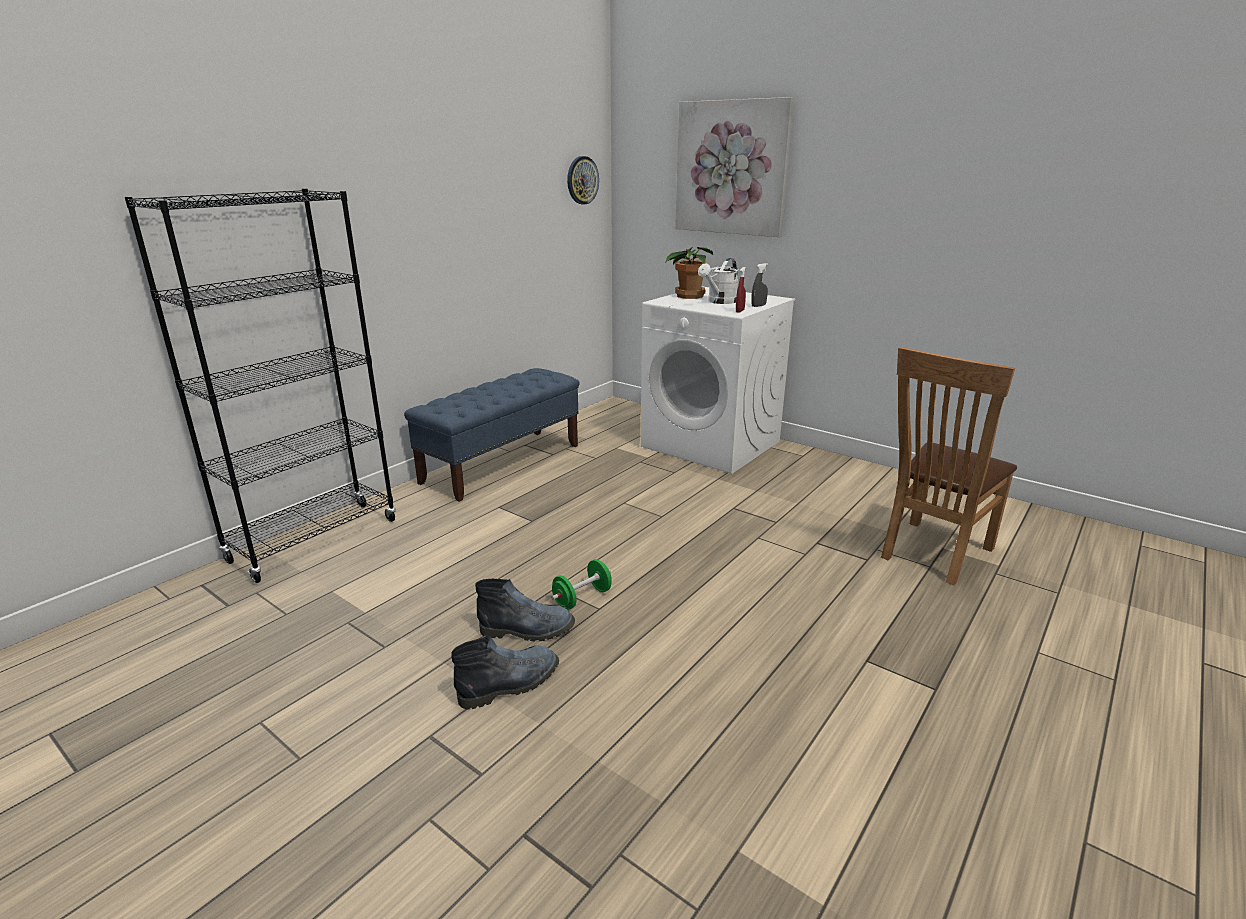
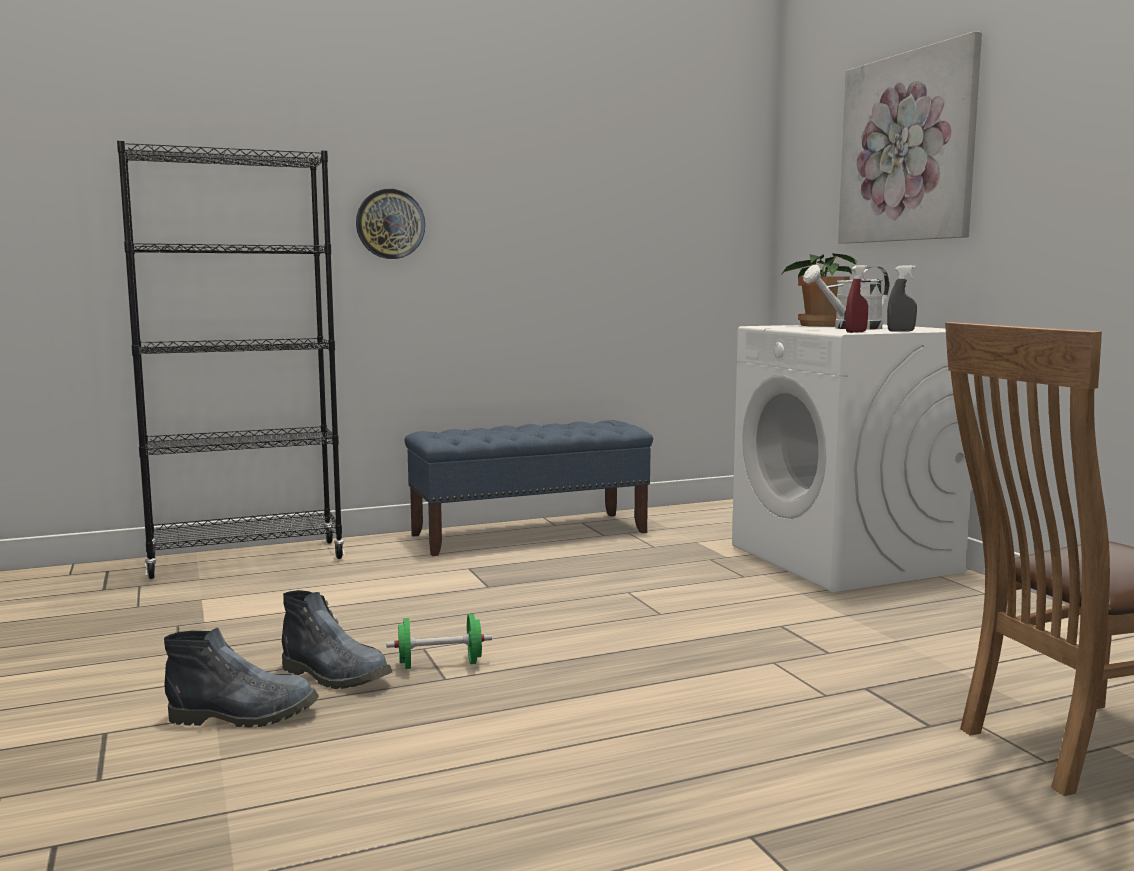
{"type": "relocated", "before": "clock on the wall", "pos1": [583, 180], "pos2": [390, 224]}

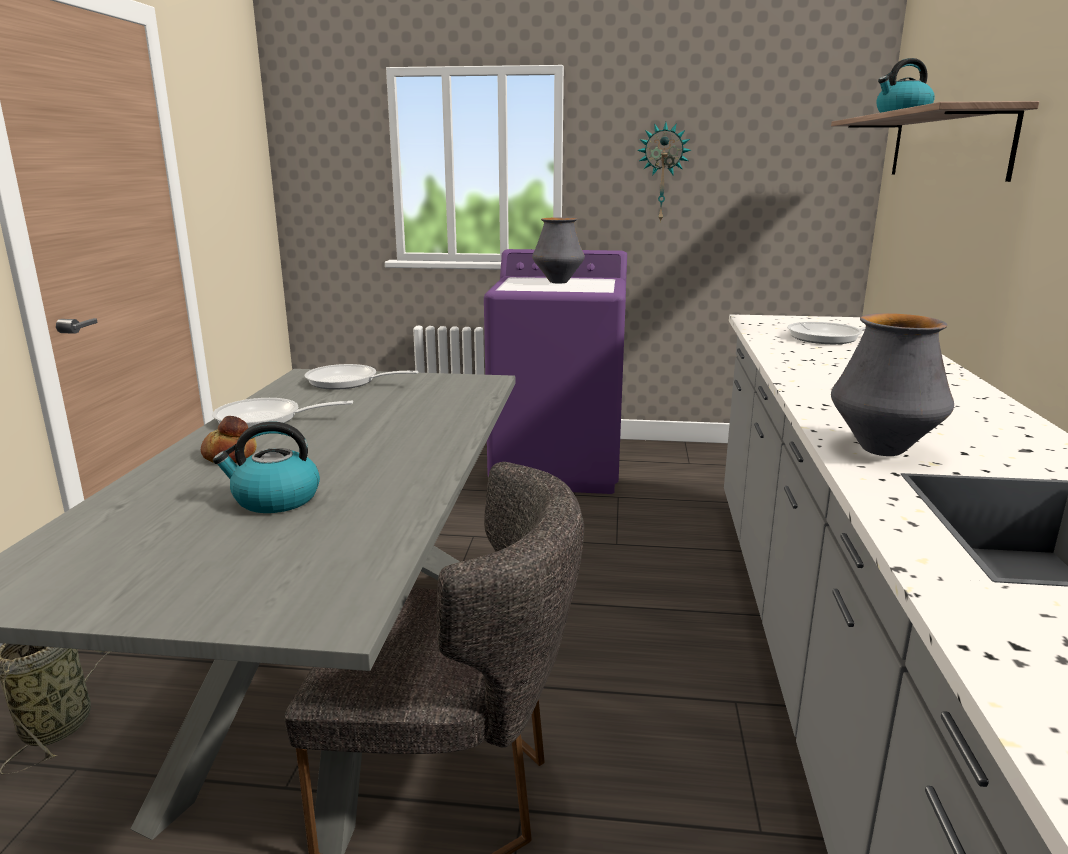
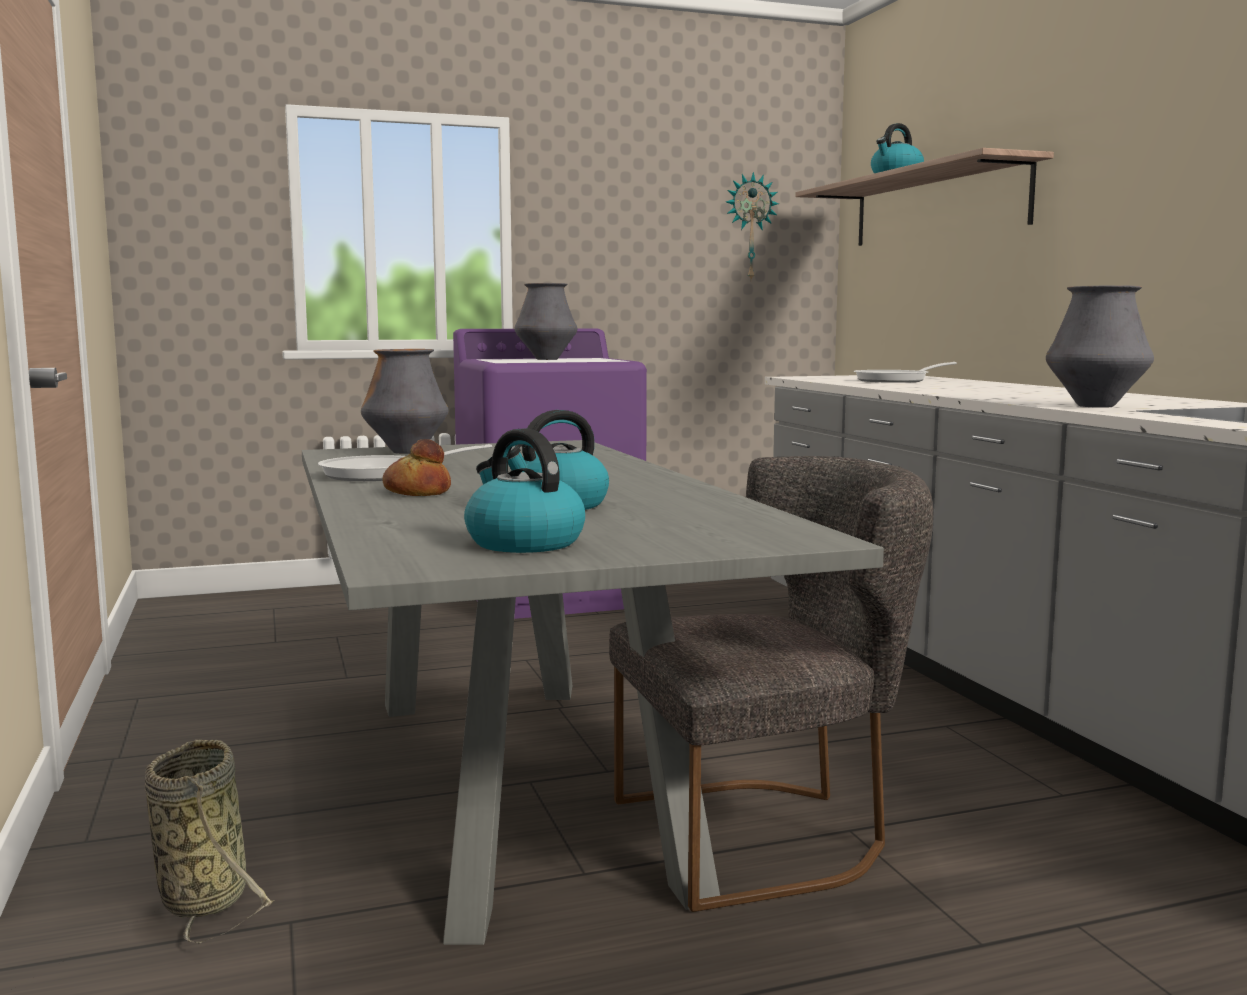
{"type": "exchanged", "before": "pan", "after": "vase", "pos1": [362, 377], "pos2": [405, 401]}
{"type": "appeared", "after": "kettle", "pos2": [524, 491]}
{"type": "relocated", "before": "clock on the wall", "pos1": [664, 172], "pos2": [752, 225]}

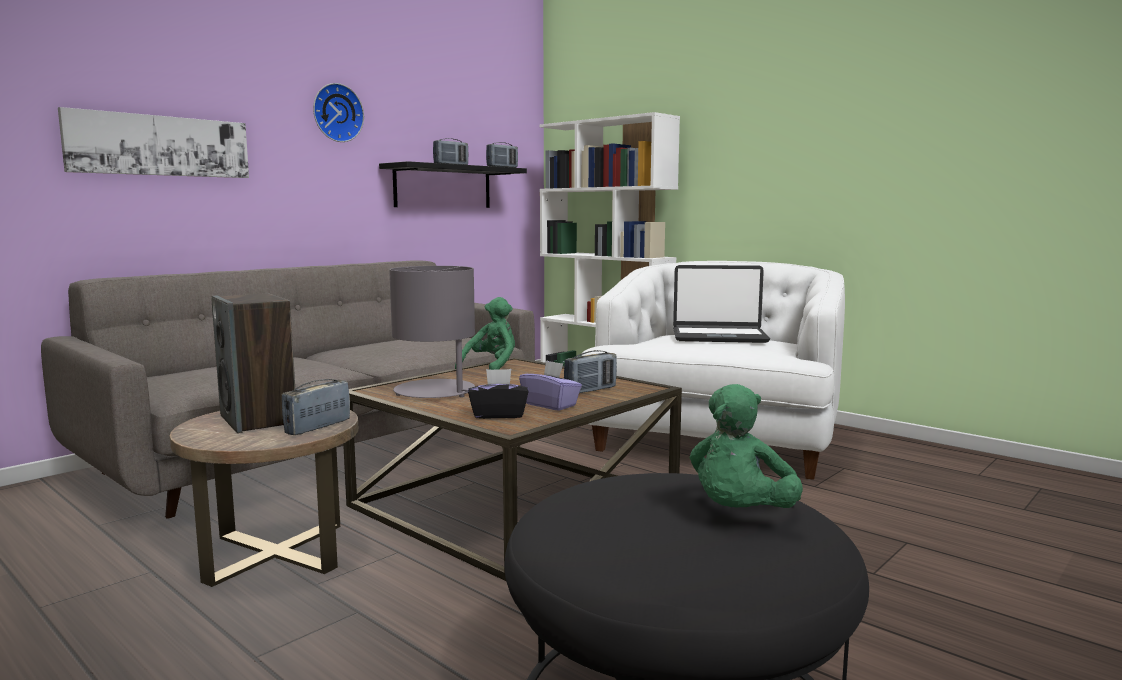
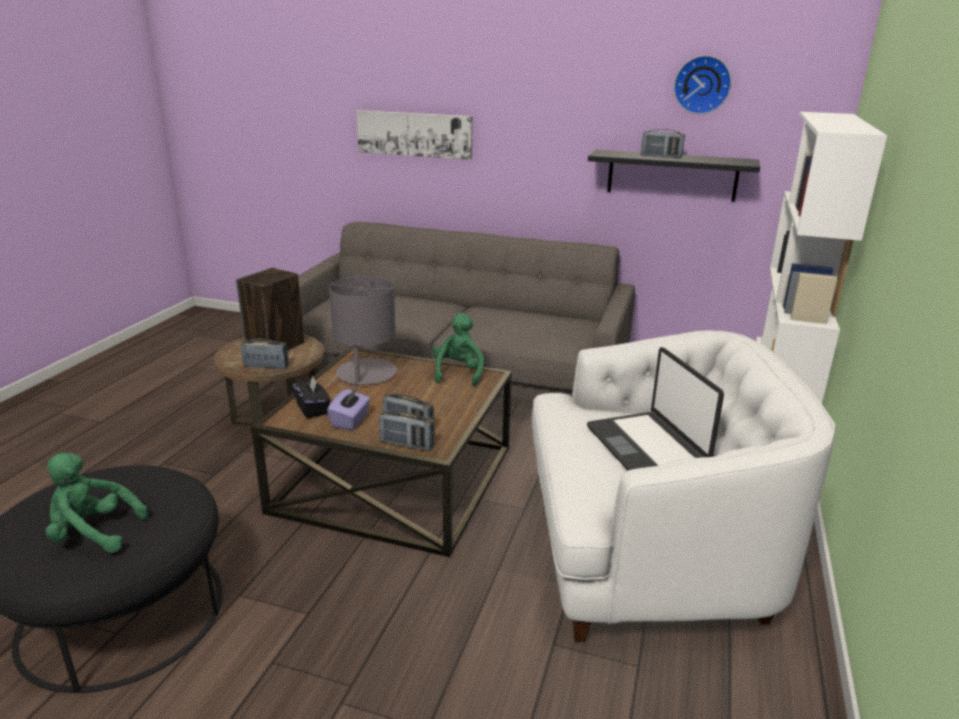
{"type": "relocated", "before": "radio receiver", "pos1": [502, 155], "pos2": [407, 430]}
{"type": "spun", "before": "soft toy in green-coloured", "pos1": [485, 333], "pos2": [458, 349], "turn": -90}
{"type": "relocated", "before": "clock on the wall", "pos1": [338, 112], "pos2": [703, 84]}

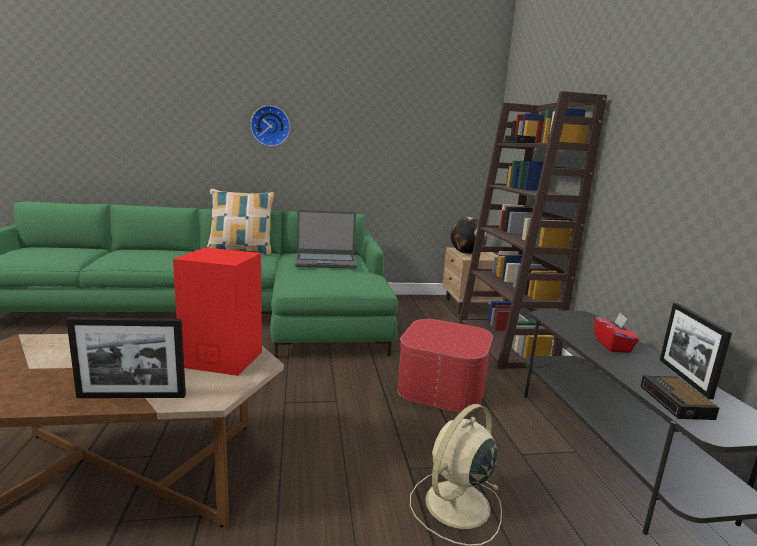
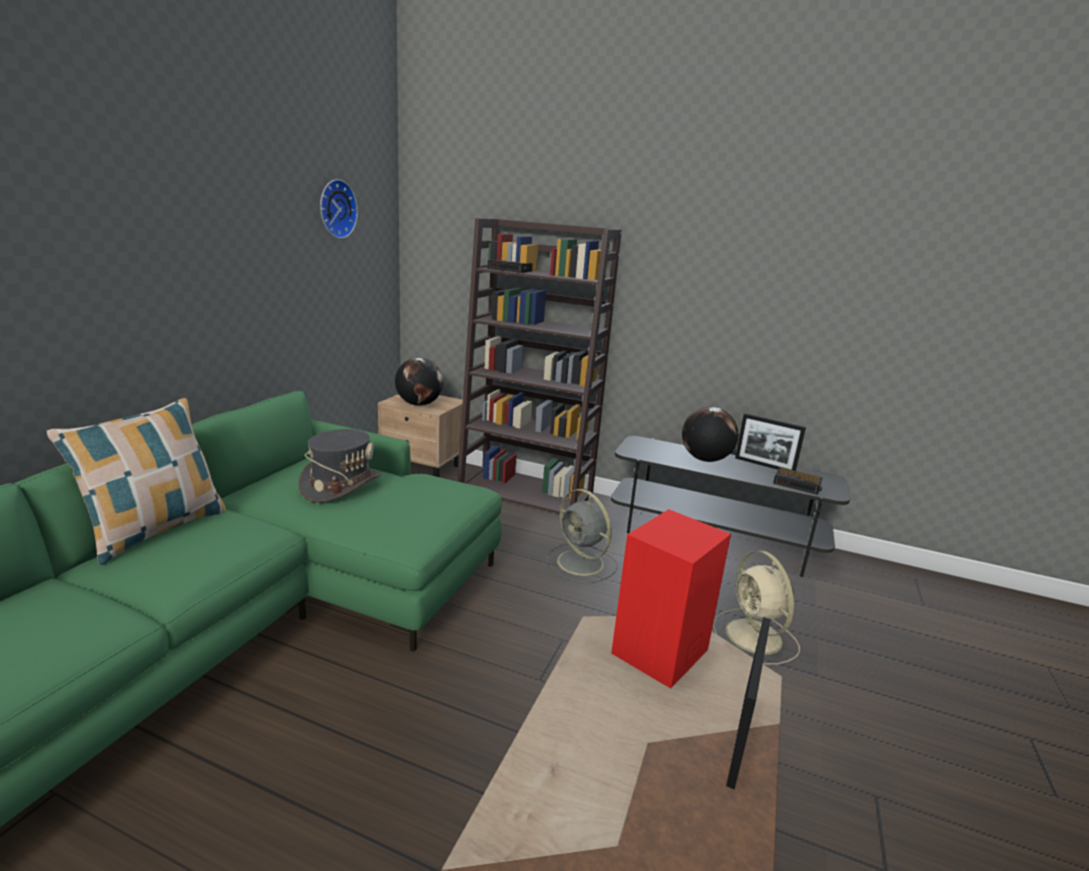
{"type": "exchanged", "before": "portable computer", "after": "clothing hat in gray", "pos1": [326, 239], "pos2": [340, 466]}
{"type": "relocated", "before": "clock on the wall", "pos1": [270, 126], "pos2": [339, 209]}
{"type": "exchanged", "before": "footrest", "after": "fan in gray", "pos1": [445, 366], "pos2": [582, 536]}
{"type": "exchanged", "before": "tissue holder in red-coloured", "after": "desk globe", "pos1": [617, 333], "pos2": [710, 434]}

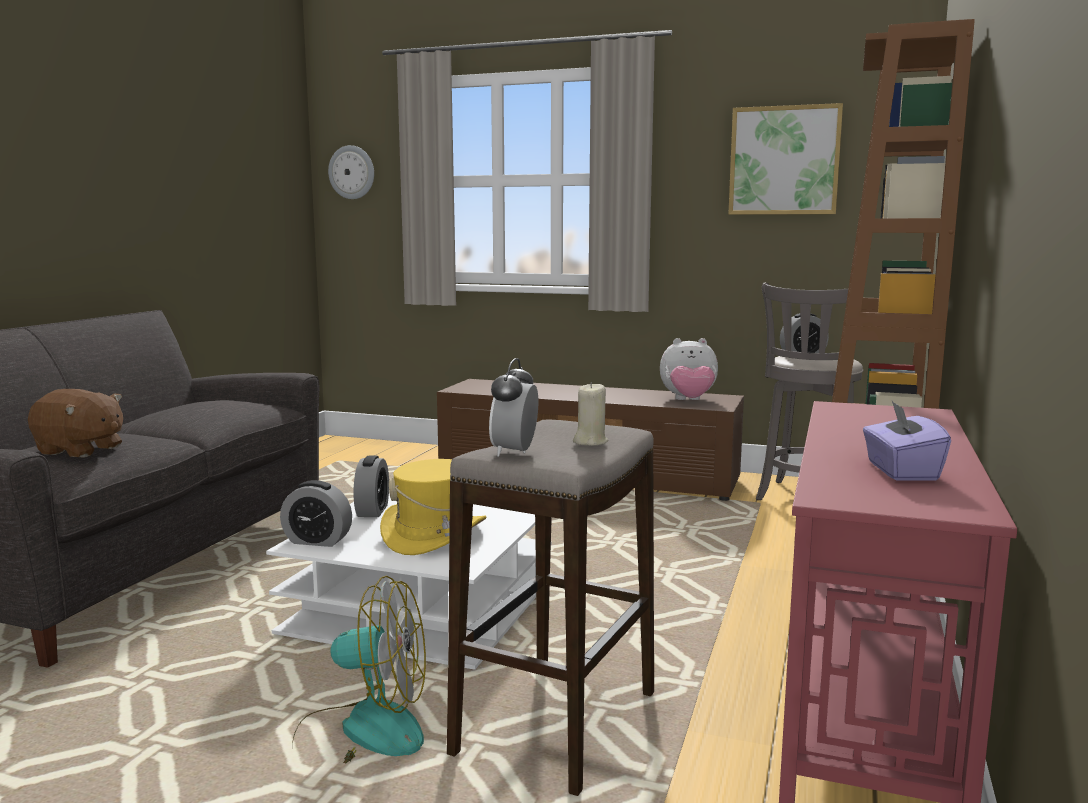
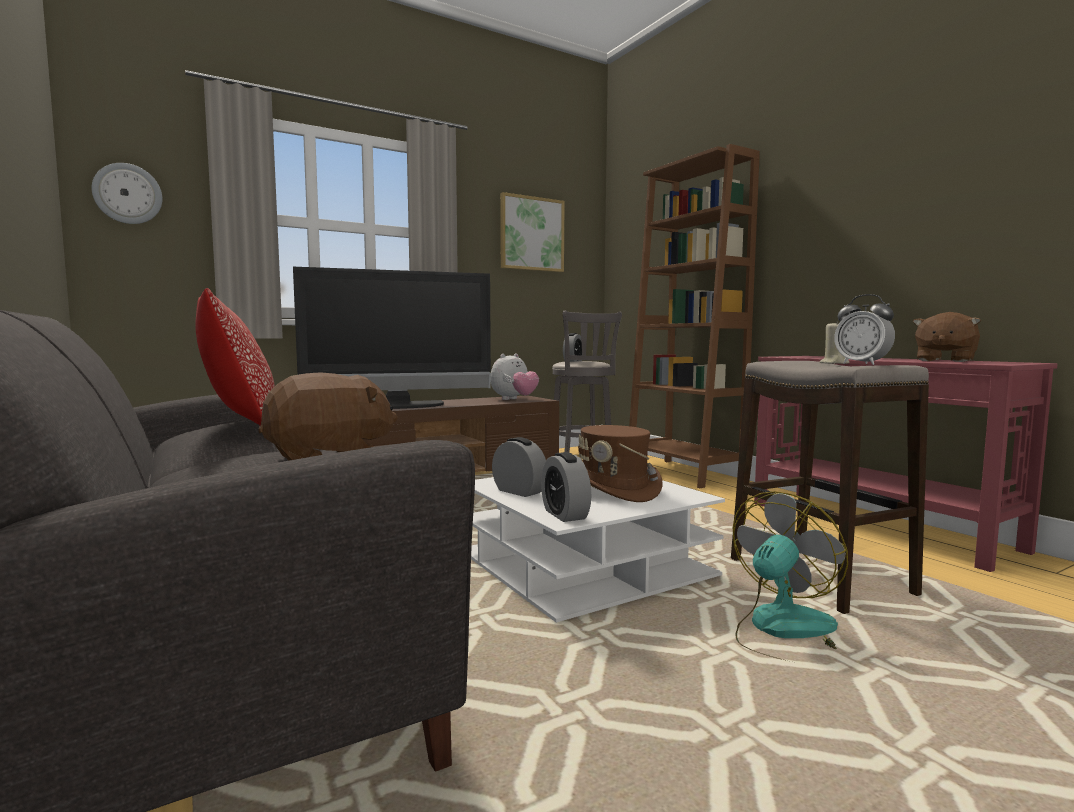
{"type": "appeared", "after": "throw pillow", "pos2": [235, 356]}
{"type": "appeared", "after": "television", "pos2": [392, 338]}
{"type": "spun", "before": "bedside clock", "pos1": [316, 513], "pos2": [566, 487], "turn": 105}
{"type": "colour", "before": "clothing hat in yellow", "after": "clothing hat in brown-coloured", "pos1": [433, 507], "pos2": [620, 463]}
{"type": "exchanged", "before": "tissue holder in purple", "after": "soft toy in brown-coloured", "pos1": [907, 441], "pos2": [946, 337]}

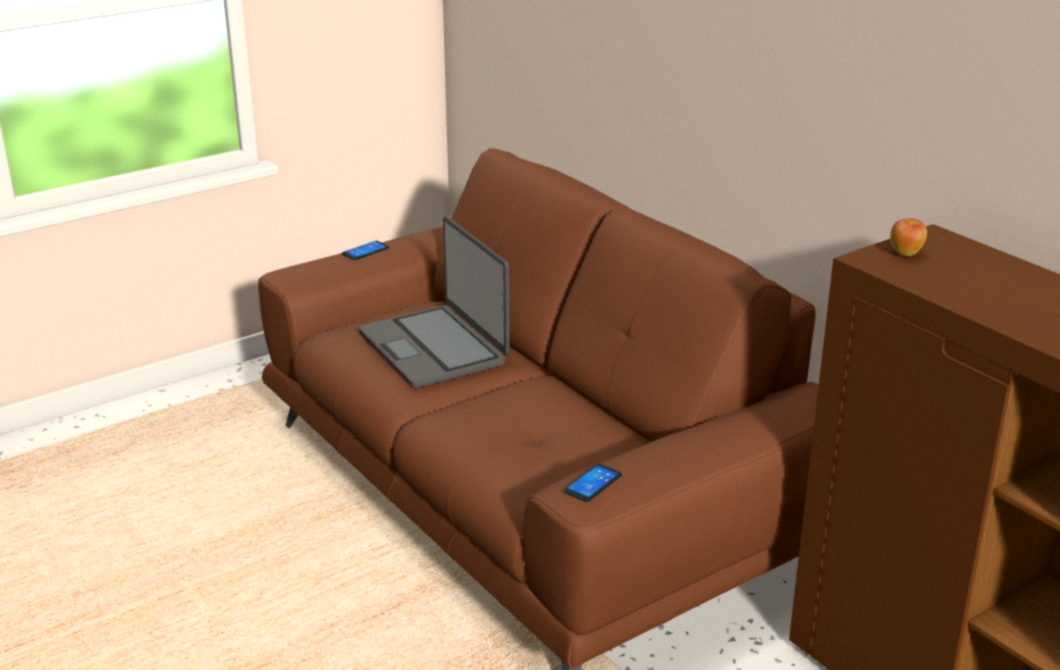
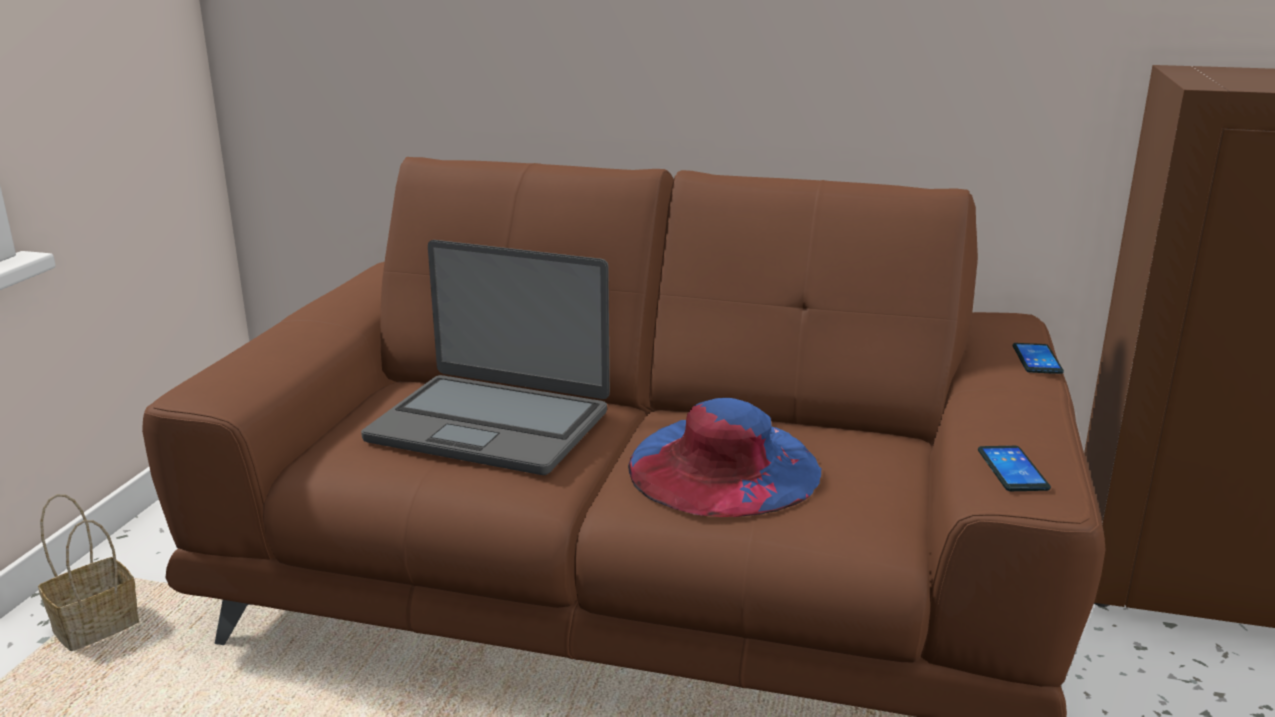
{"type": "appeared", "after": "storage basket", "pos2": [88, 572]}
{"type": "appeared", "after": "clothing hat in blue-coloured", "pos2": [724, 457]}
{"type": "relocated", "before": "phone", "pos1": [365, 250], "pos2": [1038, 358]}
{"type": "missing", "before": "apple", "pos1": [908, 237]}

